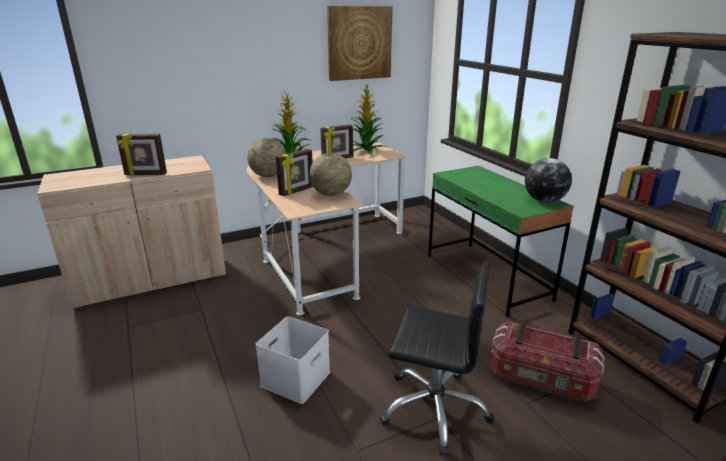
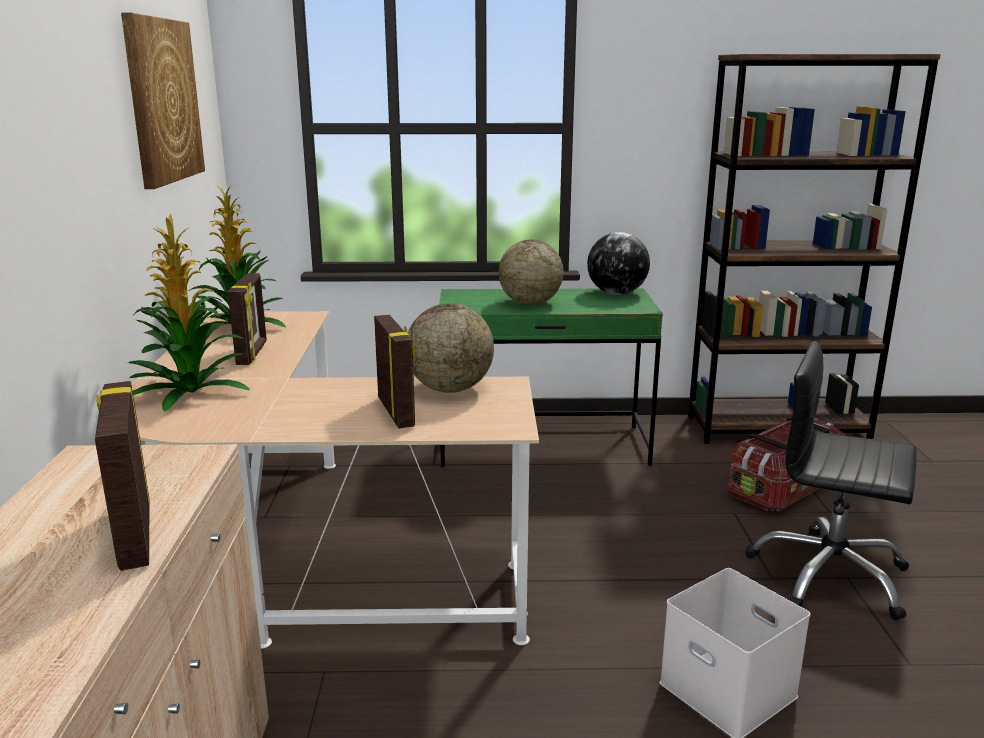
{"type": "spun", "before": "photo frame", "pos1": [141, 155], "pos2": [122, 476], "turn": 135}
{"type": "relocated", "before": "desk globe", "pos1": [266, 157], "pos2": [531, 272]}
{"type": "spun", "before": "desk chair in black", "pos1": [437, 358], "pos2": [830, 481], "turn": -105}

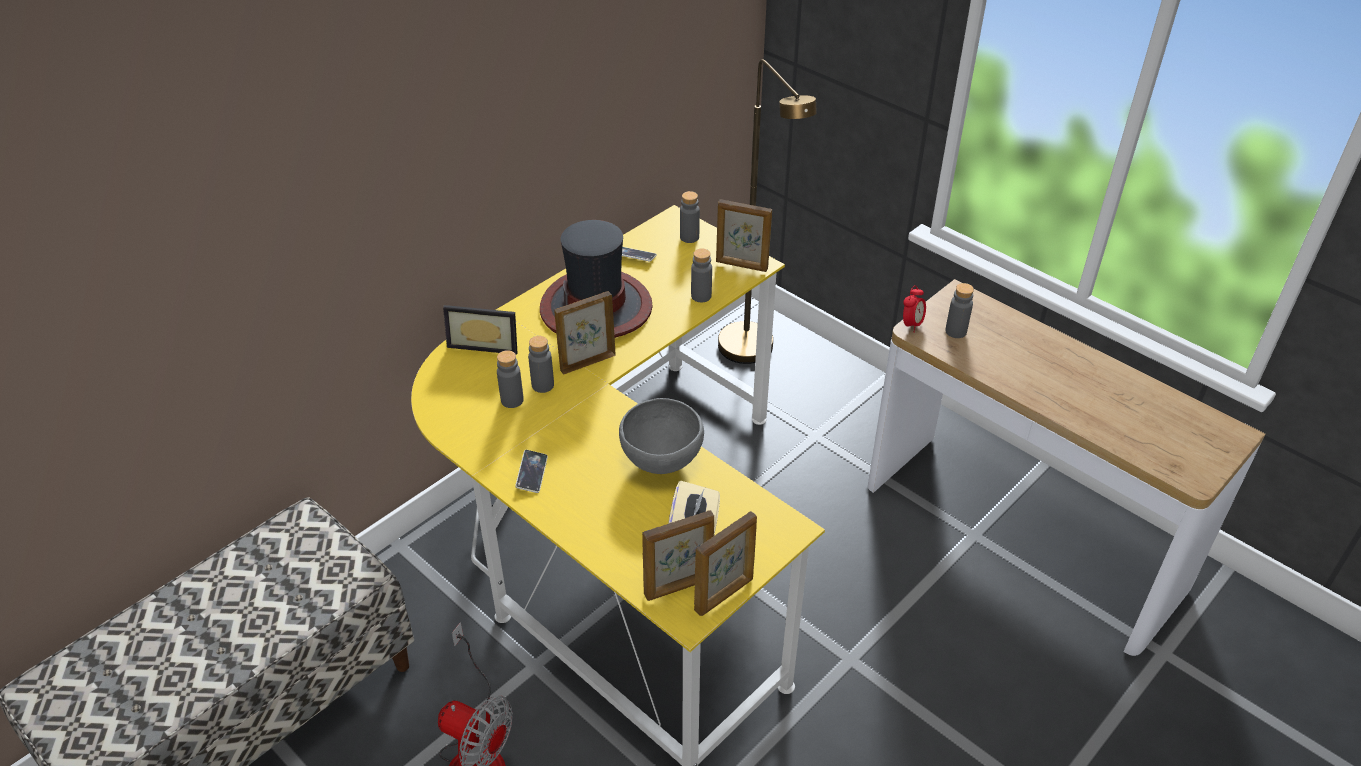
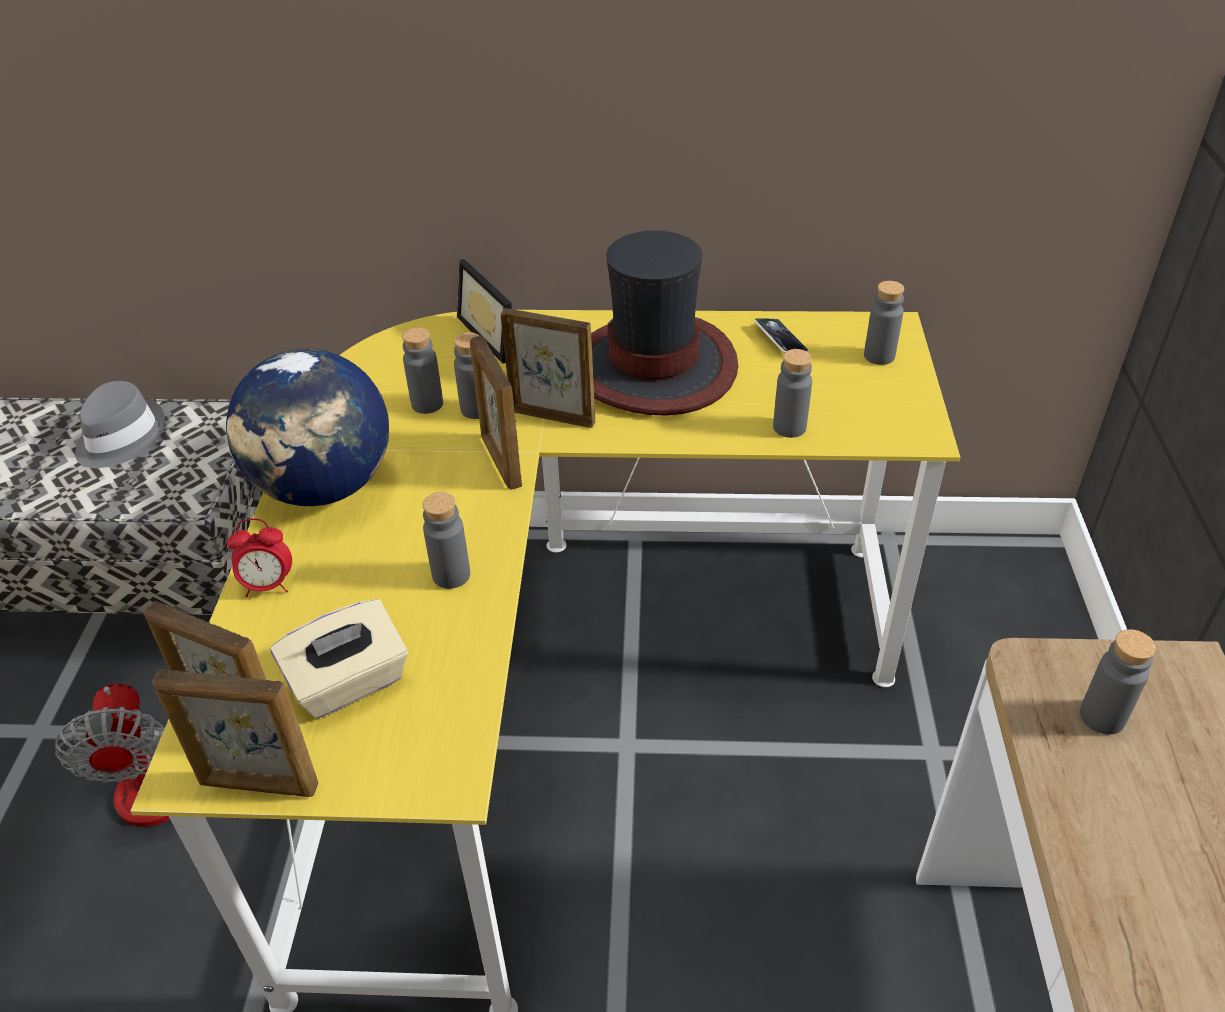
{"type": "appeared", "after": "clothing hat in gray", "pos2": [120, 424]}
{"type": "exchanged", "before": "phone", "after": "desk globe", "pos1": [531, 471], "pos2": [307, 427]}
{"type": "relocated", "before": "bedside clock", "pos1": [914, 309], "pos2": [259, 557]}
{"type": "exchanged", "before": "bowl in gray", "after": "drink bottle in gray", "pos1": [661, 436], "pos2": [446, 540]}
{"type": "relocated", "before": "photo frame", "pos1": [744, 235], "pos2": [496, 412]}
{"type": "missing", "before": "standing lamp in brown-coloured", "pos1": [767, 211]}

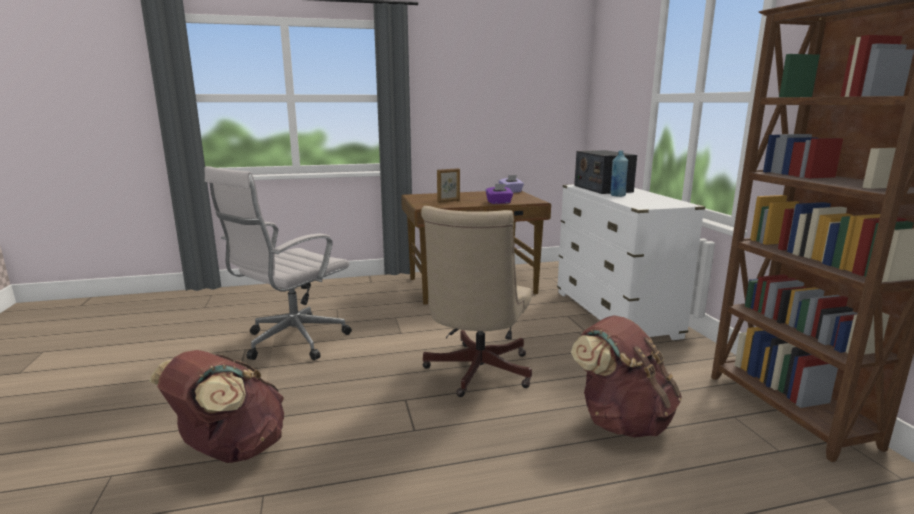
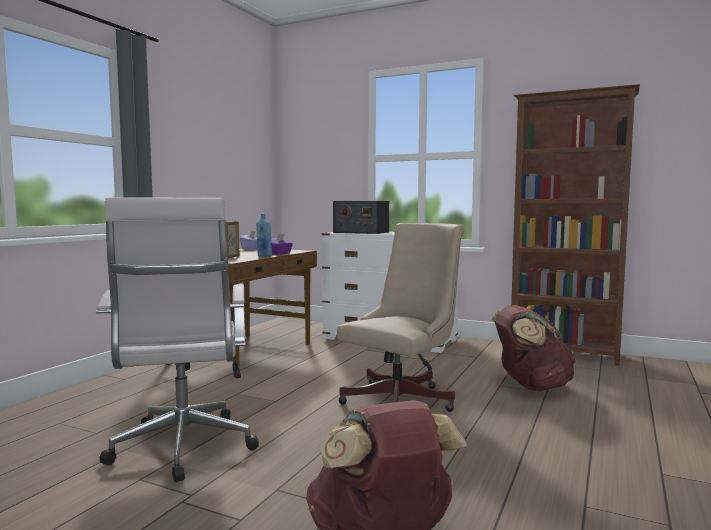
{"type": "relocated", "before": "drink bottle in blue-coloured", "pos1": [619, 174], "pos2": [264, 235]}
{"type": "spun", "before": "desk chair in beige-coloured", "pos1": [476, 301], "pos2": [400, 317], "turn": -105}

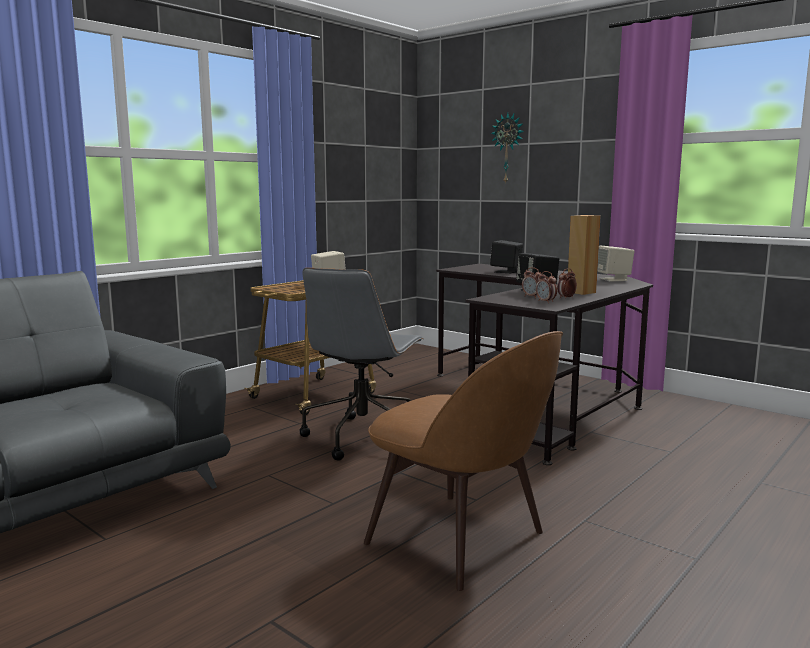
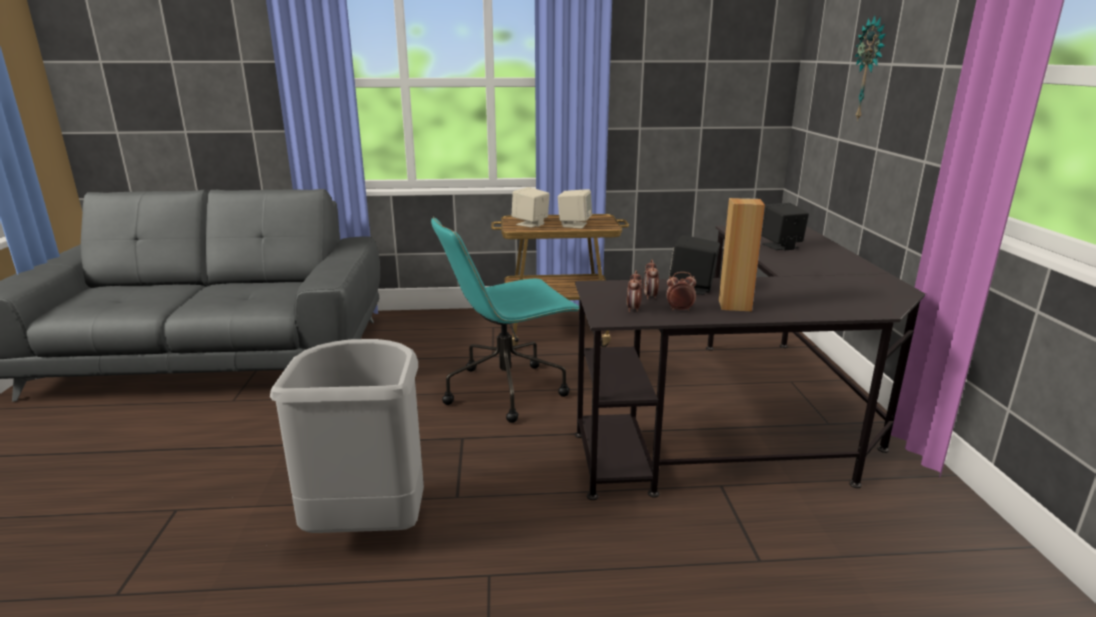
{"type": "exchanged", "before": "plain chair in brown-coloured", "after": "waste bin in gray", "pos1": [463, 461], "pos2": [347, 436]}
{"type": "colour", "before": "desk chair in gray", "after": "desk chair in blue-green", "pos1": [362, 364], "pos2": [505, 319]}
{"type": "relocated", "before": "loudspeaker in beige-coloured", "pos1": [615, 263], "pos2": [530, 207]}

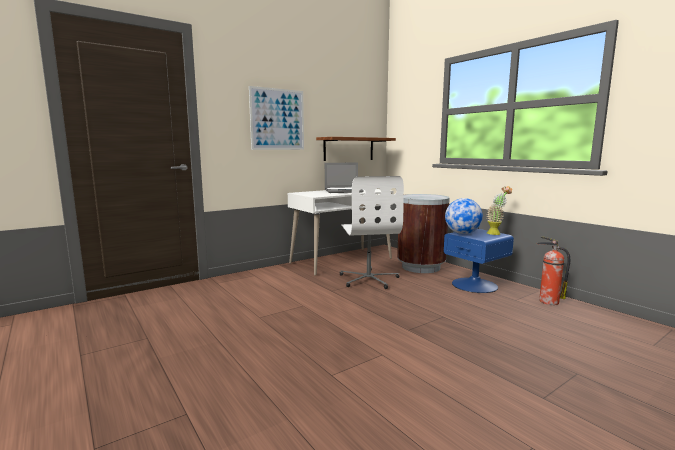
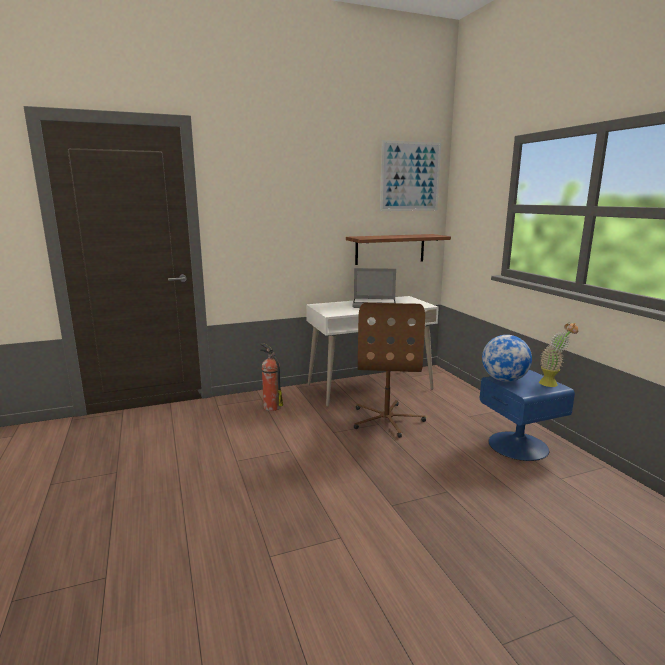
{"type": "relocated", "before": "extinguisher", "pos1": [553, 270], "pos2": [271, 377]}
{"type": "colour", "before": "desk chair in whitish", "after": "desk chair in brown-coloured", "pos1": [372, 232], "pos2": [390, 370]}
{"type": "relocated", "before": "wall art", "pos1": [276, 118], "pos2": [410, 175]}
{"type": "missing", "before": "waste bin in brown-coloured", "pos1": [423, 233]}

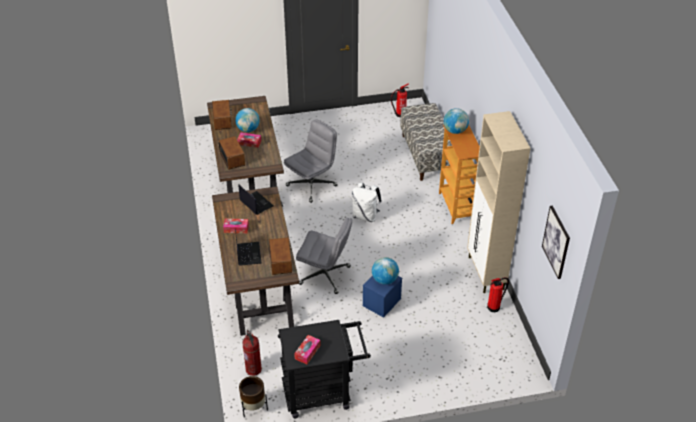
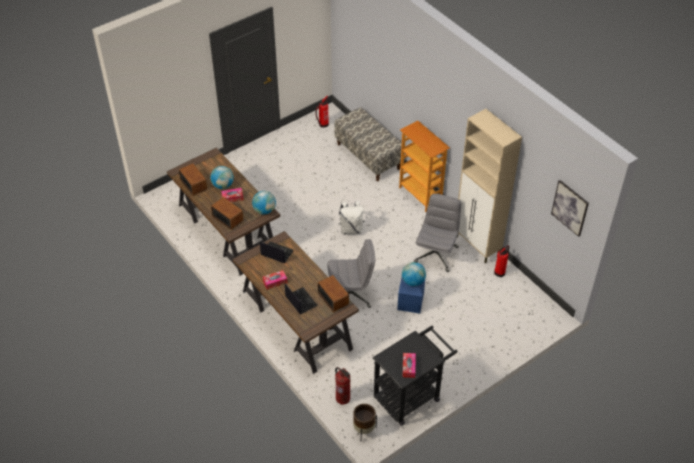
{"type": "relocated", "before": "desk globe", "pos1": [456, 121], "pos2": [264, 202]}
{"type": "relocated", "before": "desk chair in gray", "pos1": [311, 161], "pos2": [437, 233]}

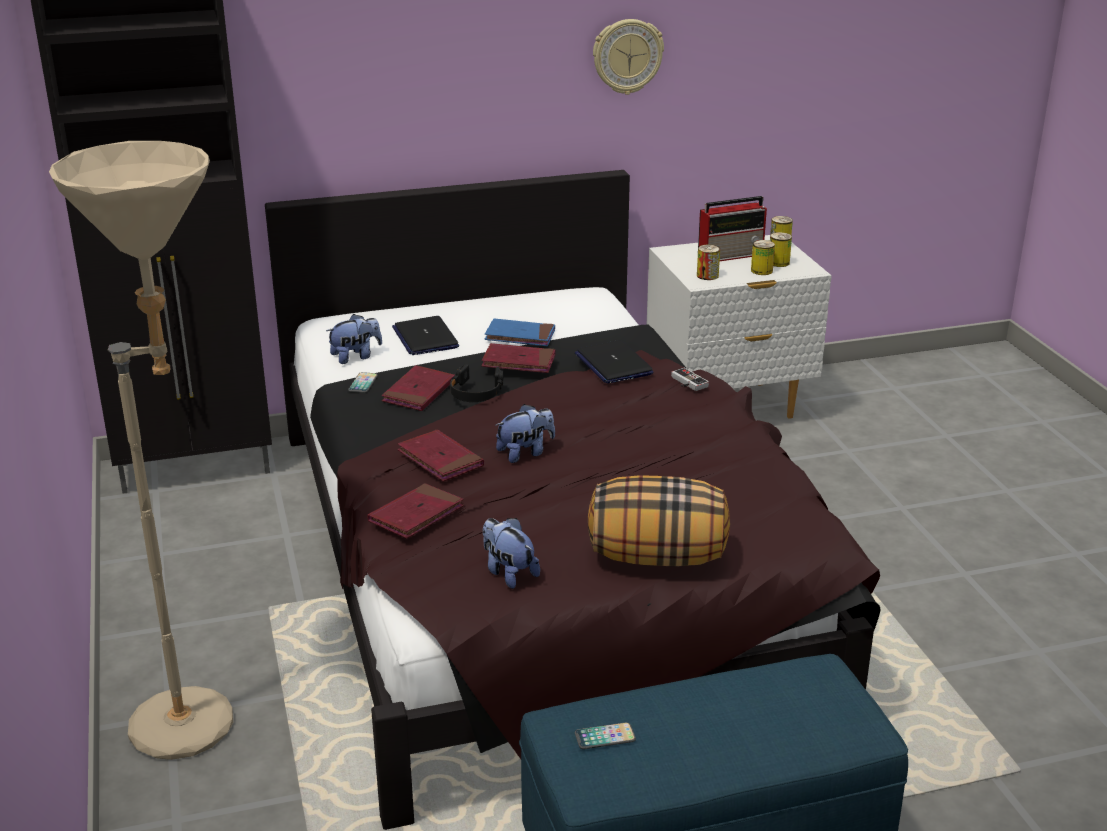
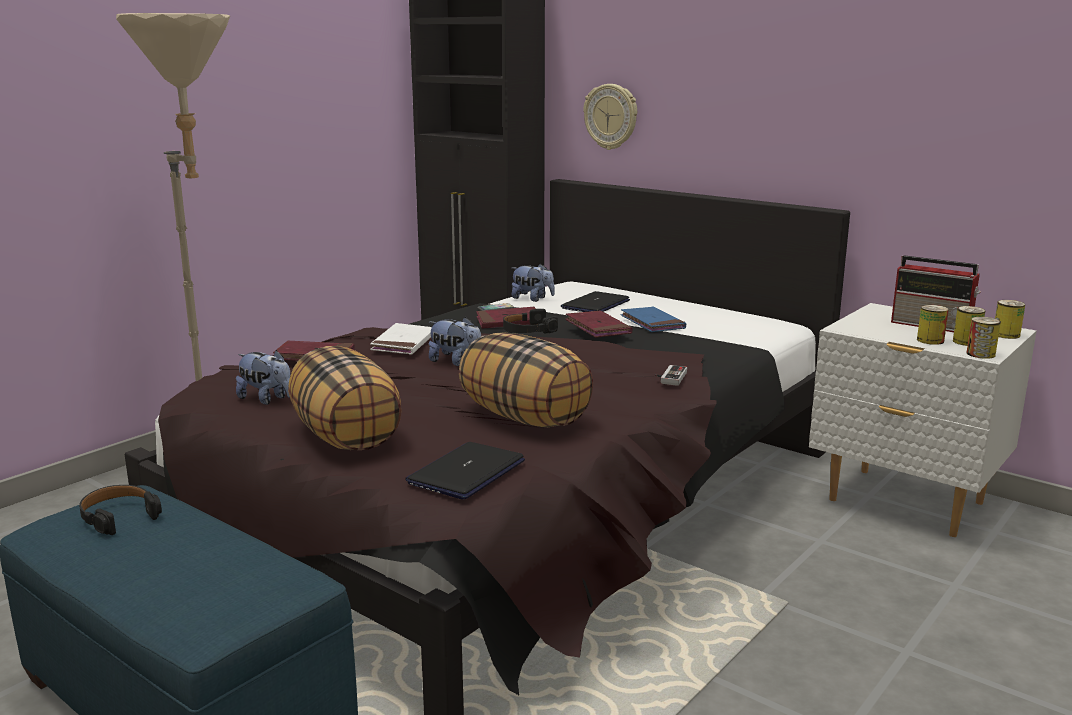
{"type": "exchanged", "before": "phone", "after": "pair of headphones in black", "pos1": [605, 735], "pos2": [120, 510]}
{"type": "spun", "before": "soft toy", "pos1": [511, 553], "pos2": [263, 377], "turn": 105}
{"type": "colour", "before": "volume in red-coloured", "after": "volume in whitish", "pos1": [440, 456], "pos2": [401, 339]}
{"type": "relocated", "before": "portable computer", "pos1": [614, 362], "pos2": [465, 470]}
{"type": "appeared", "after": "throw pillow", "pos2": [526, 379]}
{"type": "relocated", "before": "clock on the wall", "pos1": [628, 57], "pos2": [610, 117]}
{"type": "relocated", "before": "sealed can", "pos1": [708, 262], "pos2": [983, 338]}

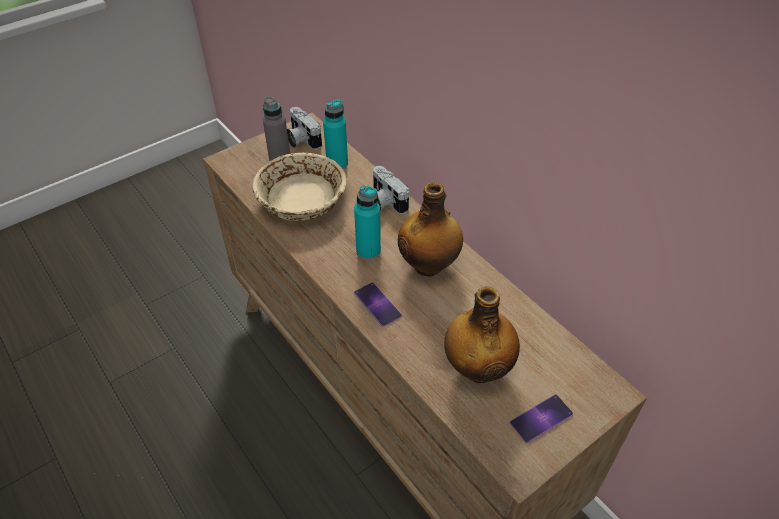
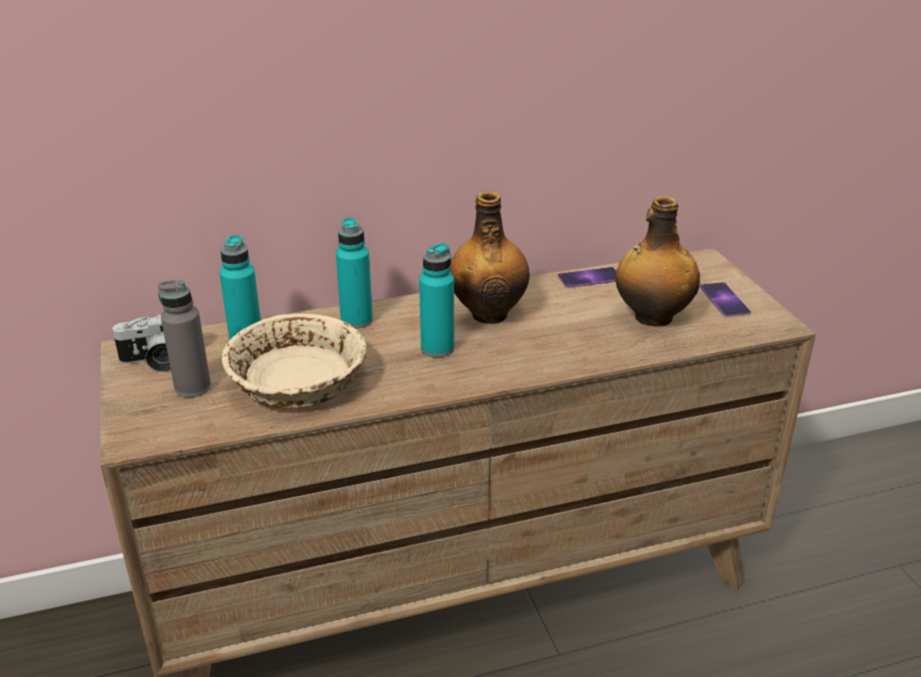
{"type": "exchanged", "before": "still camera", "after": "drink bottle in blue-green", "pos1": [391, 190], "pos2": [354, 272]}
{"type": "relocated", "before": "phone", "pos1": [378, 304], "pos2": [587, 277]}

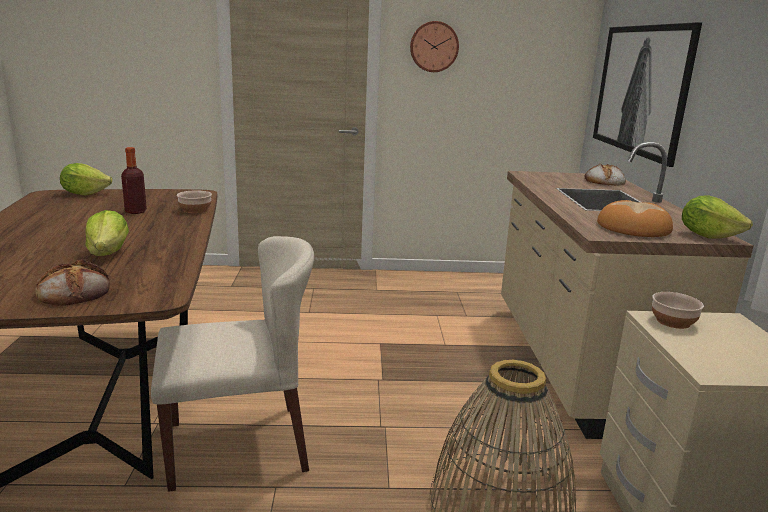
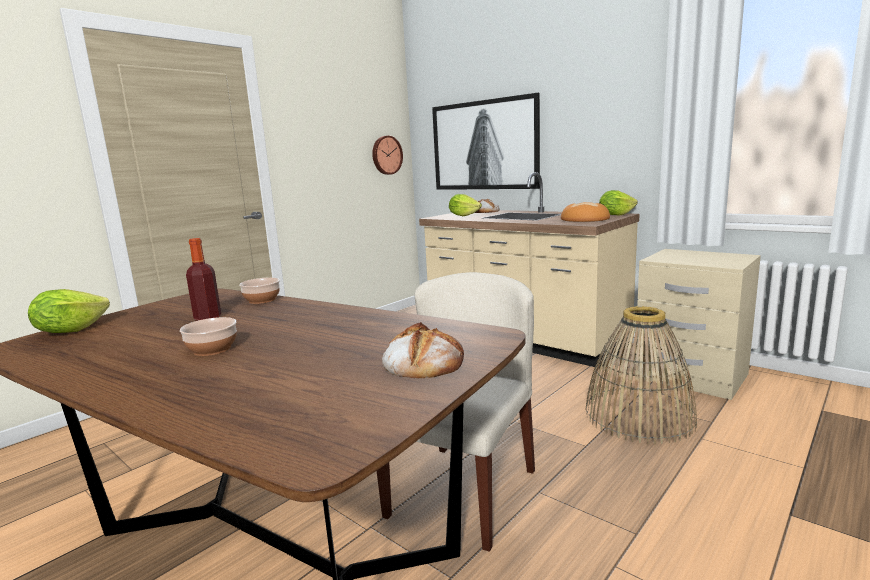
{"type": "relocated", "before": "bowl", "pos1": [678, 310], "pos2": [208, 336]}
{"type": "relocated", "before": "clock on the wall", "pos1": [434, 46], "pos2": [387, 155]}
{"type": "relocated", "before": "lettuce", "pos1": [107, 233], "pos2": [465, 205]}

